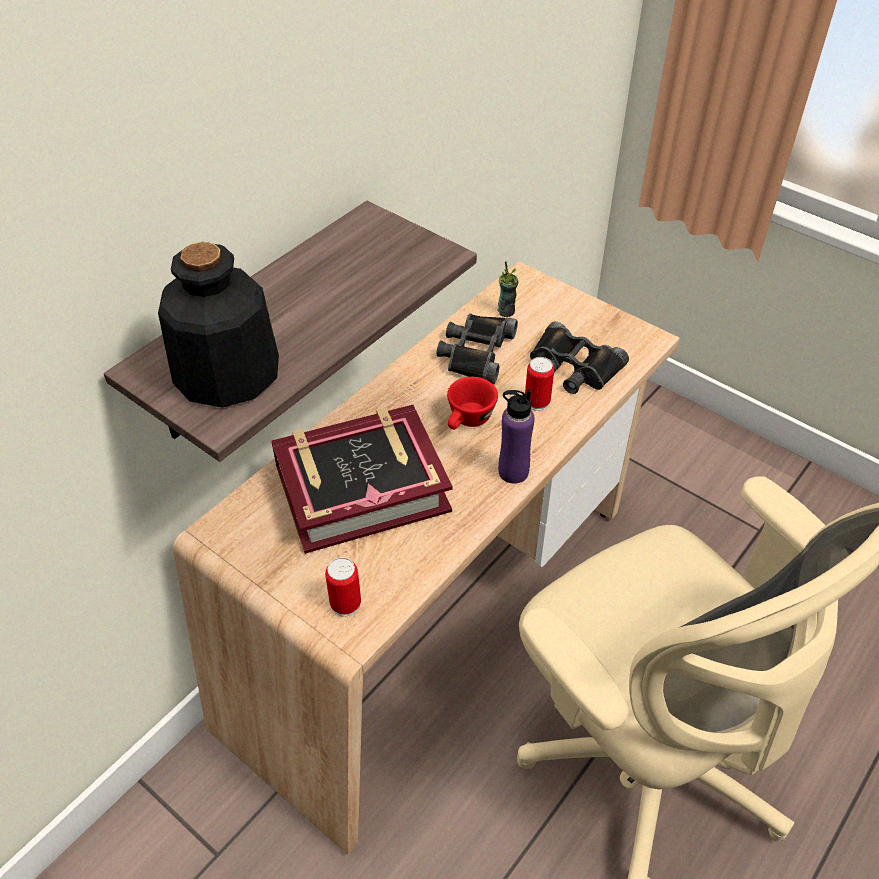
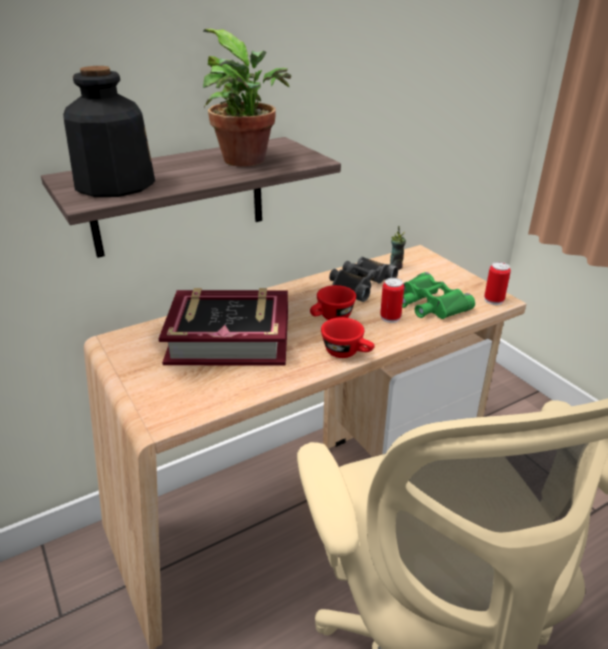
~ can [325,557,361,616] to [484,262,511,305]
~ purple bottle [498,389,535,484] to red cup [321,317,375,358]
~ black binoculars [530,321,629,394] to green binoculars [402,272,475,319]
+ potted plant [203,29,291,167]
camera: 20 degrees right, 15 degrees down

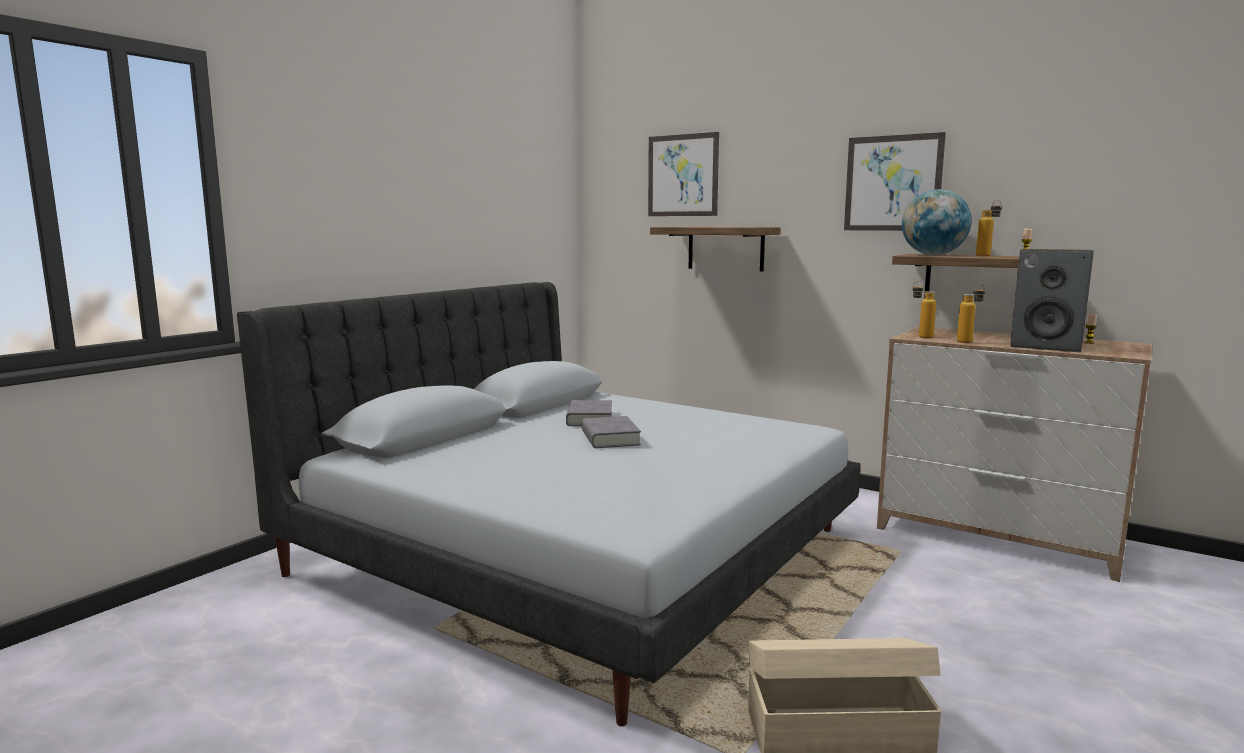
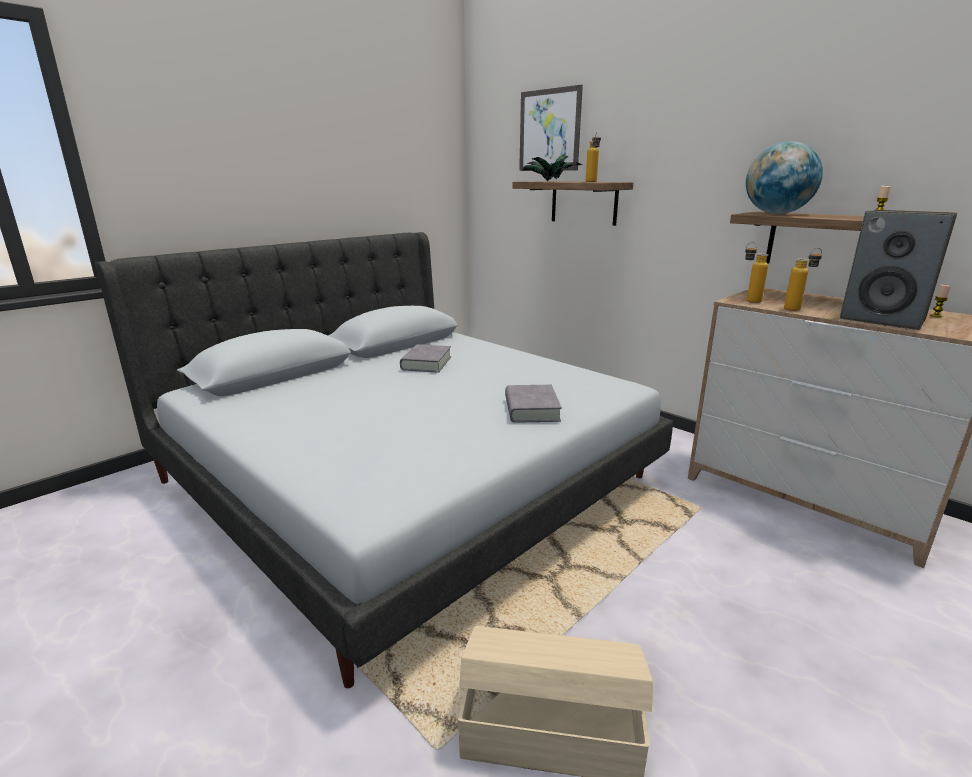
~ grey book [582,416,641,448] to [505,385,562,423]
- picture [844,132,946,231]
~ bottle [976,200,1002,256] to [586,132,601,182]
+ potted plant [522,155,582,181]
camera: 10 degrees right, 10 degrees up

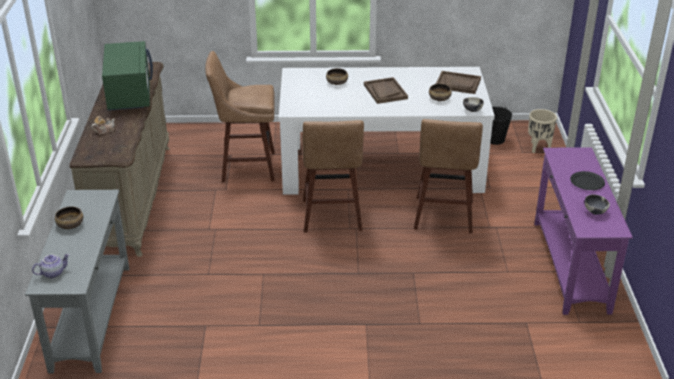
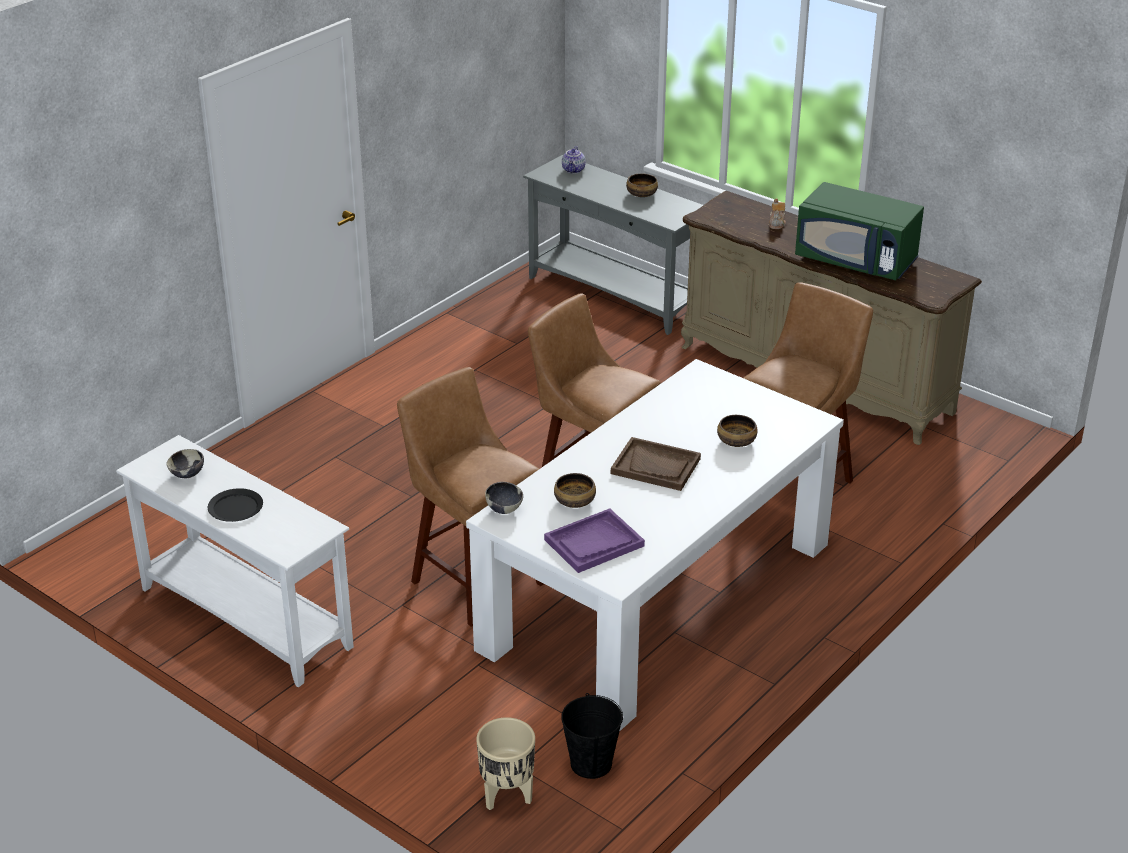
~ brown tray [436,71,481,94] to purple tray [544,508,645,573]
~ purple console table [534,147,633,315] to white console table [116,435,354,687]
camera: 130 degrees right, 0 degrees up

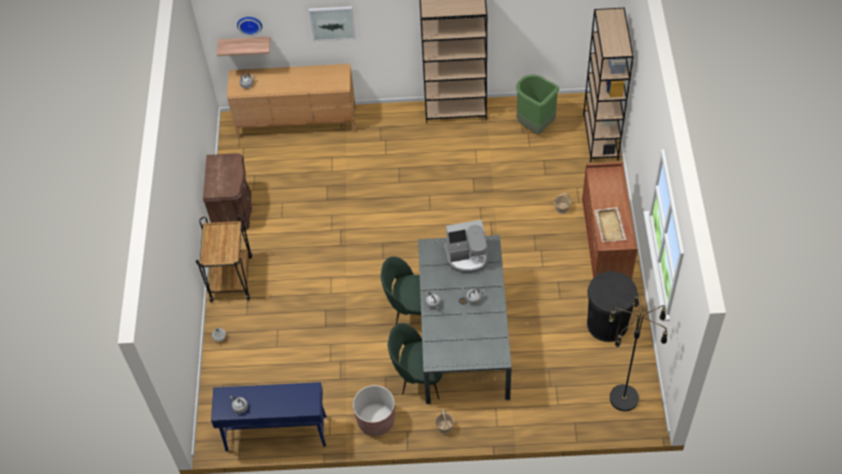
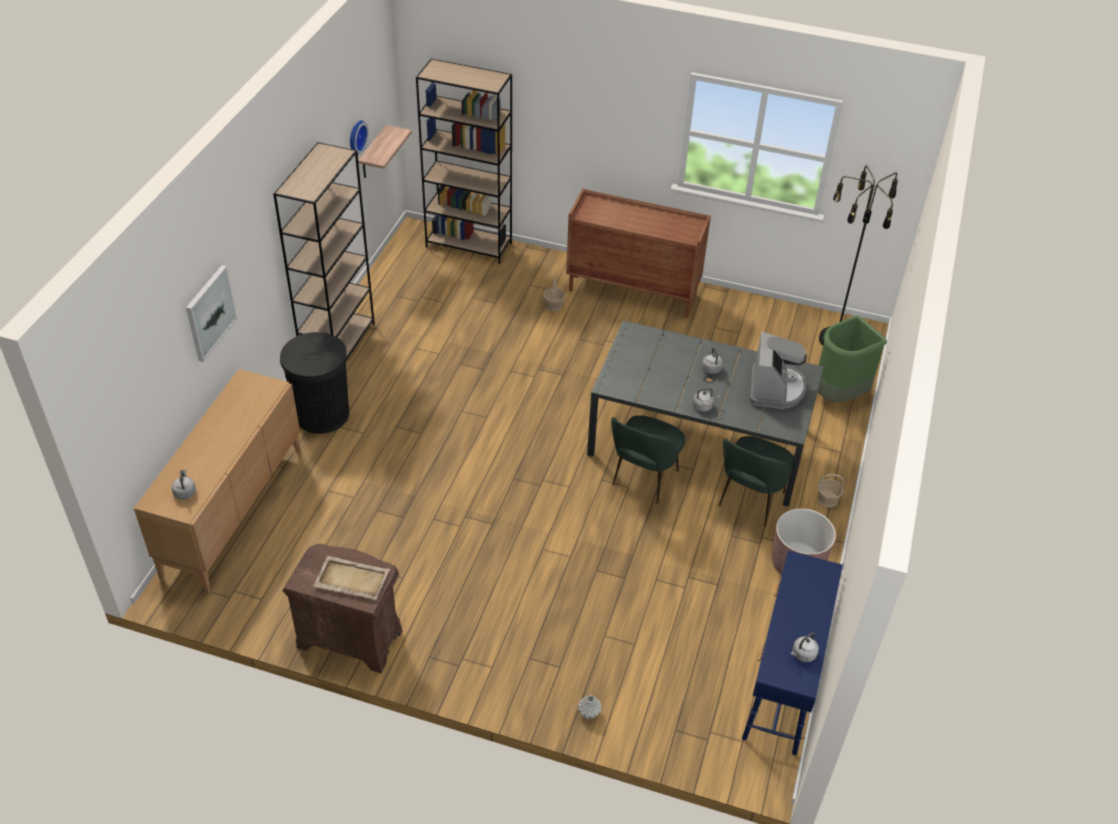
- brown cart [196,215,252,302]
~ shelf [217,37,270,56] to [358,125,412,178]
~ wall clock [237,17,262,36] to [350,120,369,154]
~ coffee machine [444,220,488,273] to [750,332,807,409]
~ green trash can [516,75,559,134] to [818,316,887,402]
~ black trash can [587,271,637,342] to [280,332,350,434]
~ beige tray [594,207,627,242] to [313,556,390,600]
camera: 75 degrees left, 10 degrees down

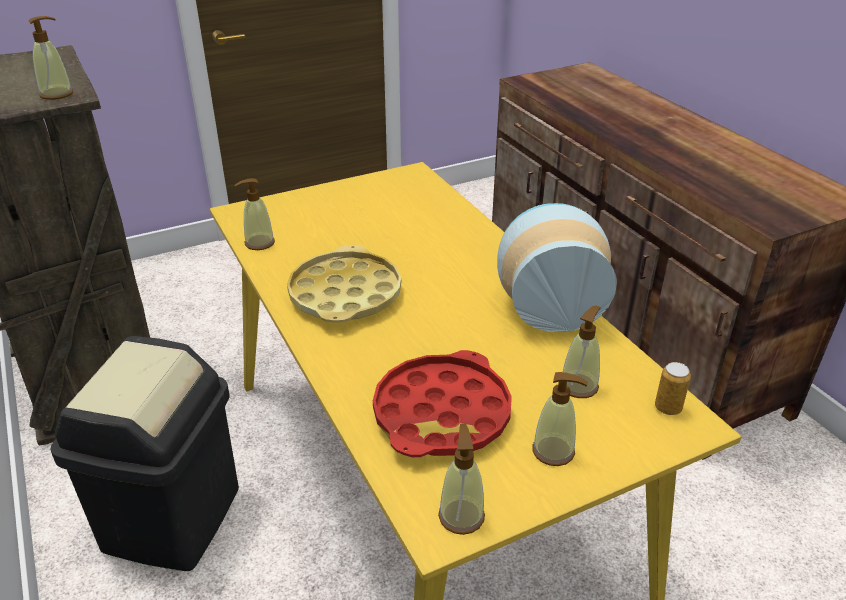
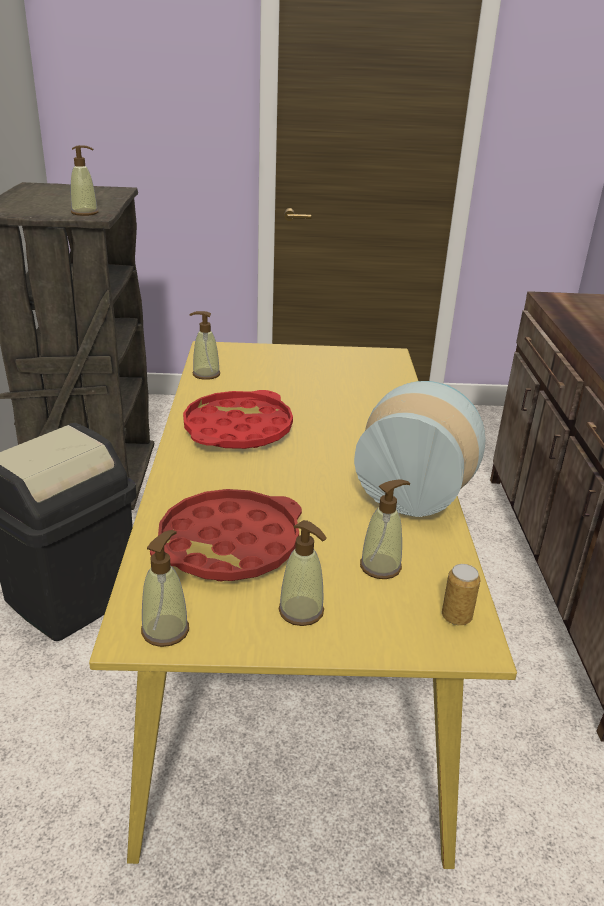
~ yellow tray [287,245,401,323] to red tray [183,390,293,449]
camera: 25 degrees right, 5 degrees down

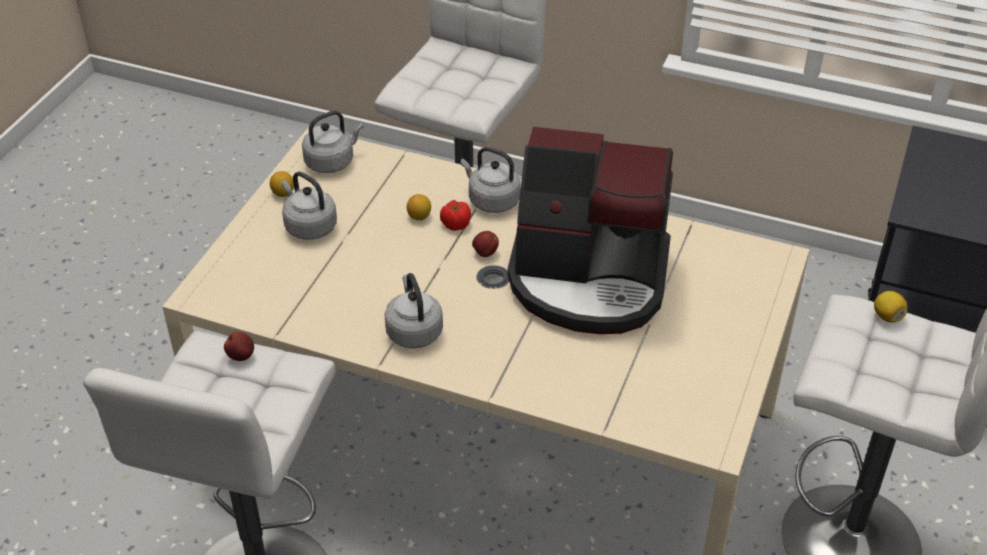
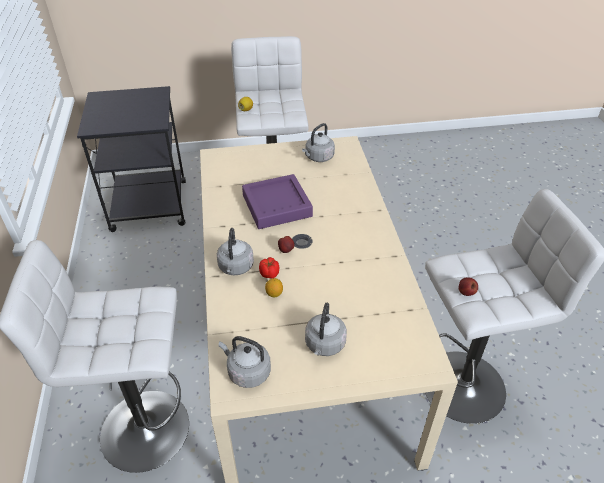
- lemon [270,171,294,197]
~ grey kettle [384,273,443,348] to [302,123,335,162]
~ coffee machine [508,127,673,334] to purple tray [242,174,313,229]
camera: 120 degrees left, 0 degrees up

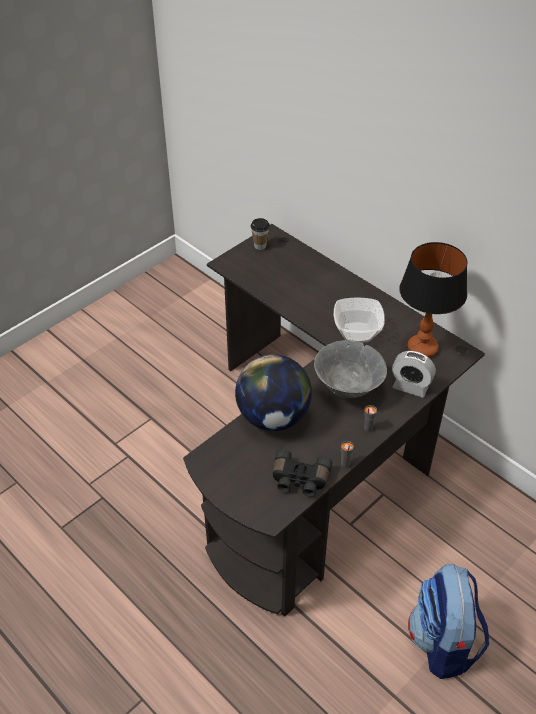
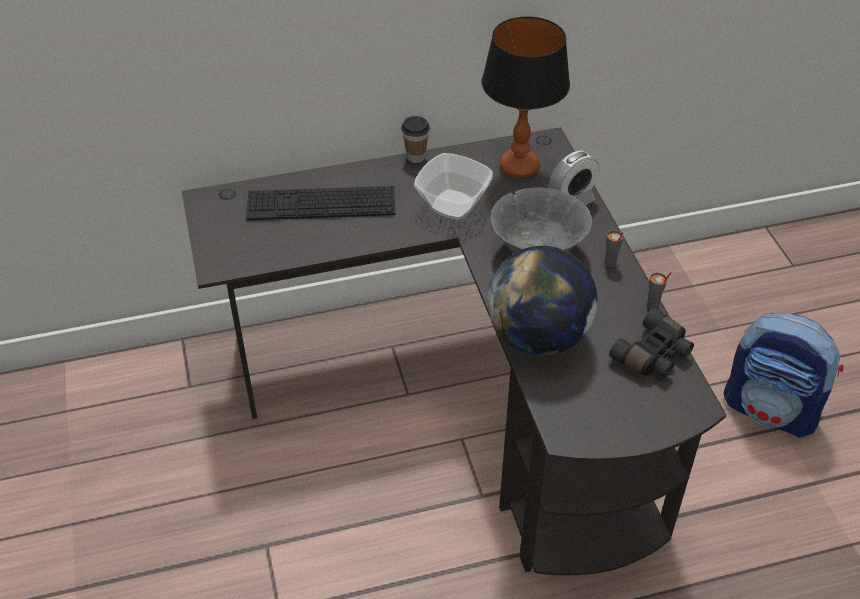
~ cup [251,218,270,250] to [401,116,430,163]
+ keyboard [246,186,395,220]
camera: 60 degrees left, 0 degrees up

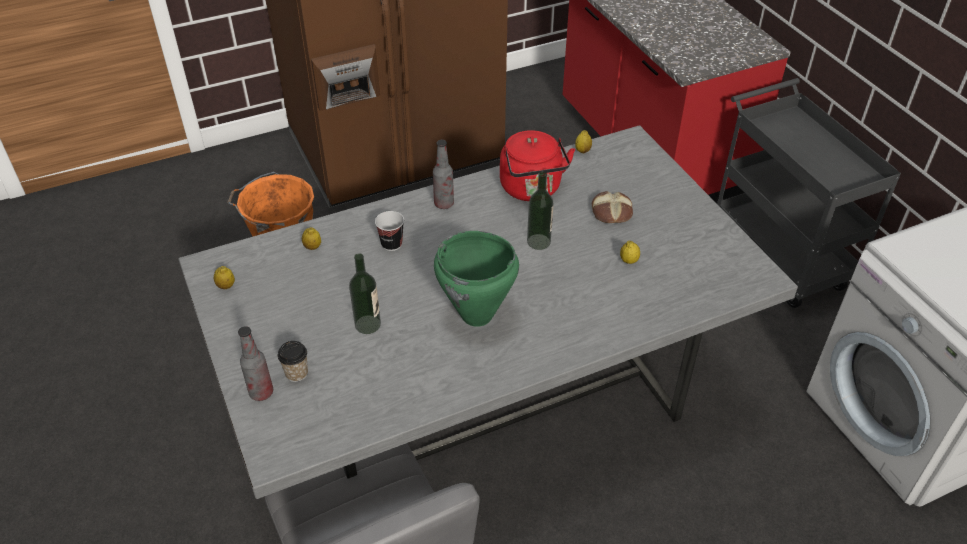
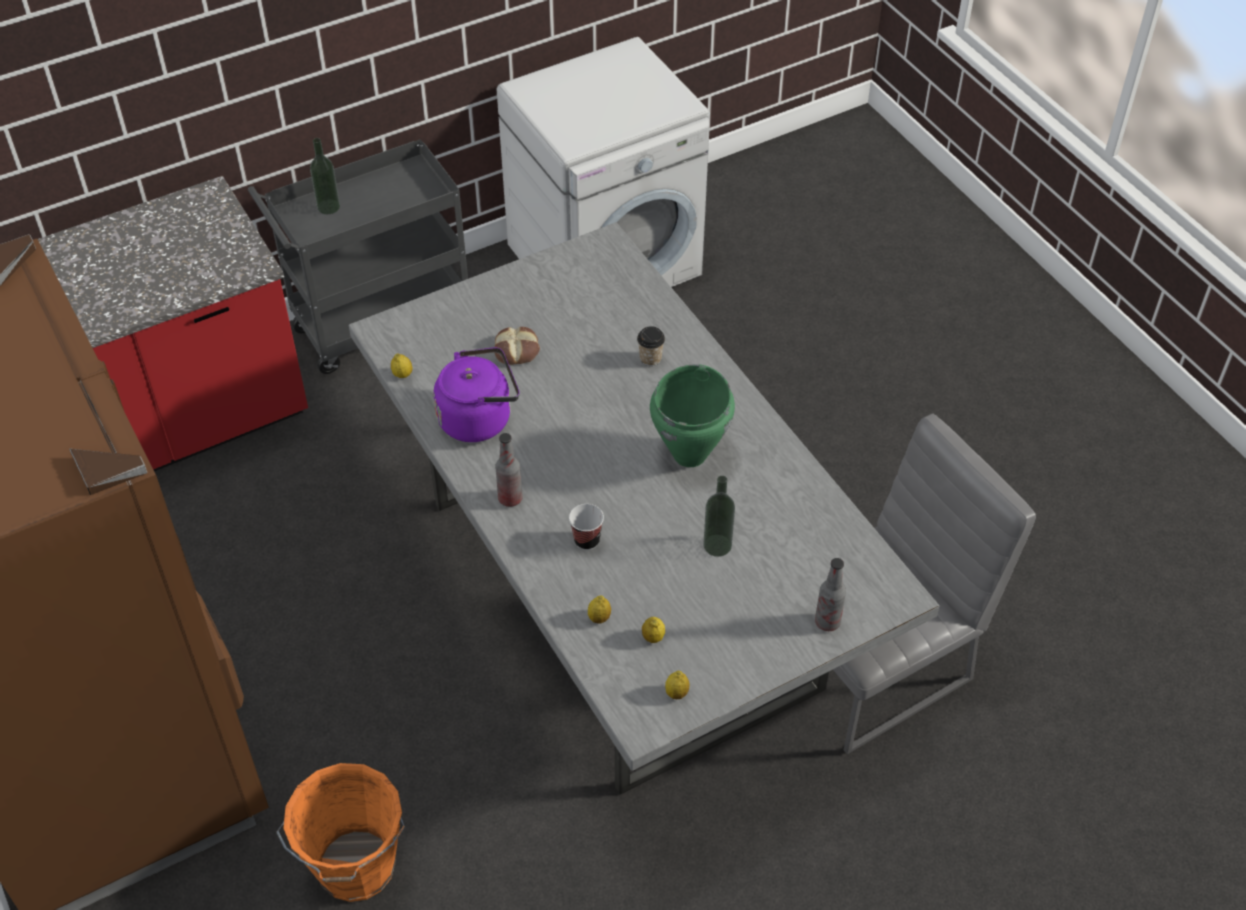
~ cup [278,341,308,382] to [637,326,665,366]
~ red kettle [500,130,575,201] to purple kettle [434,347,520,442]
~ bottle [527,172,554,250] to [310,138,340,214]
~ lemon [620,240,640,264] to [642,617,665,643]
camera: 95 degrees left, 5 degrees up

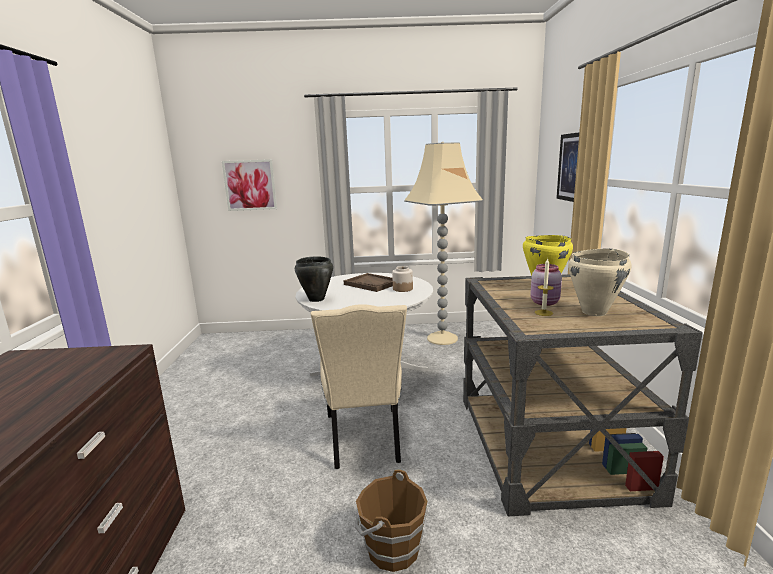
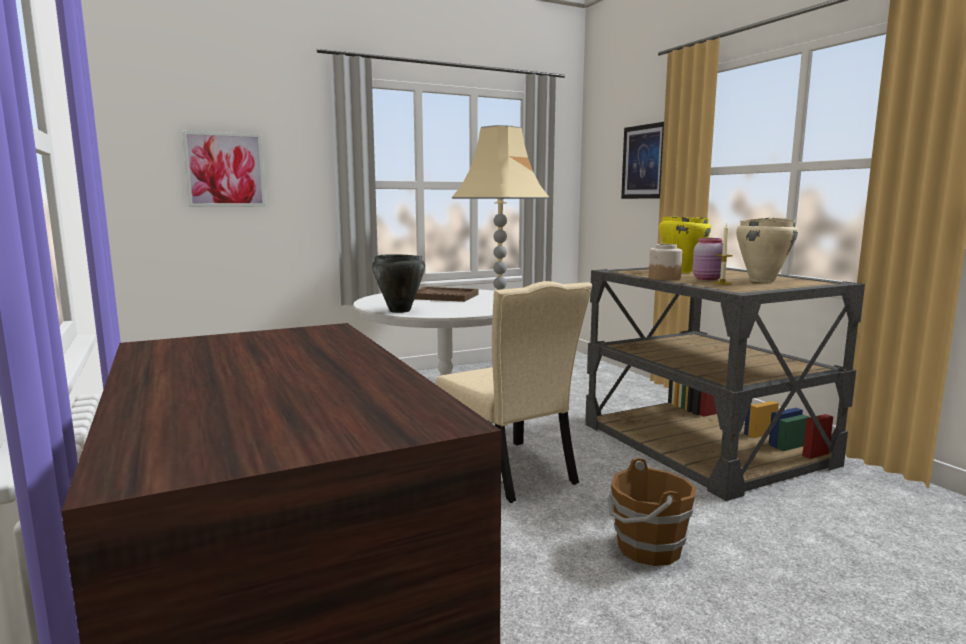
~ jar [392,266,413,292] to [649,244,682,281]
camera: 25 degrees left, 5 degrees down

